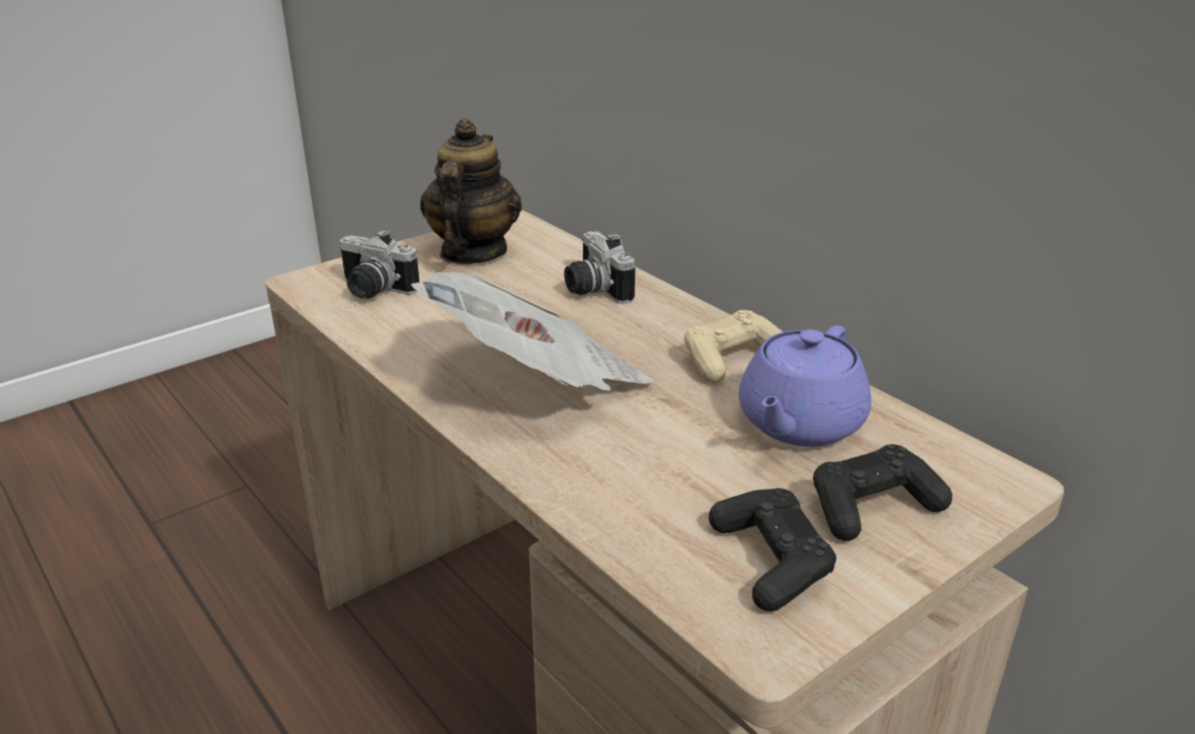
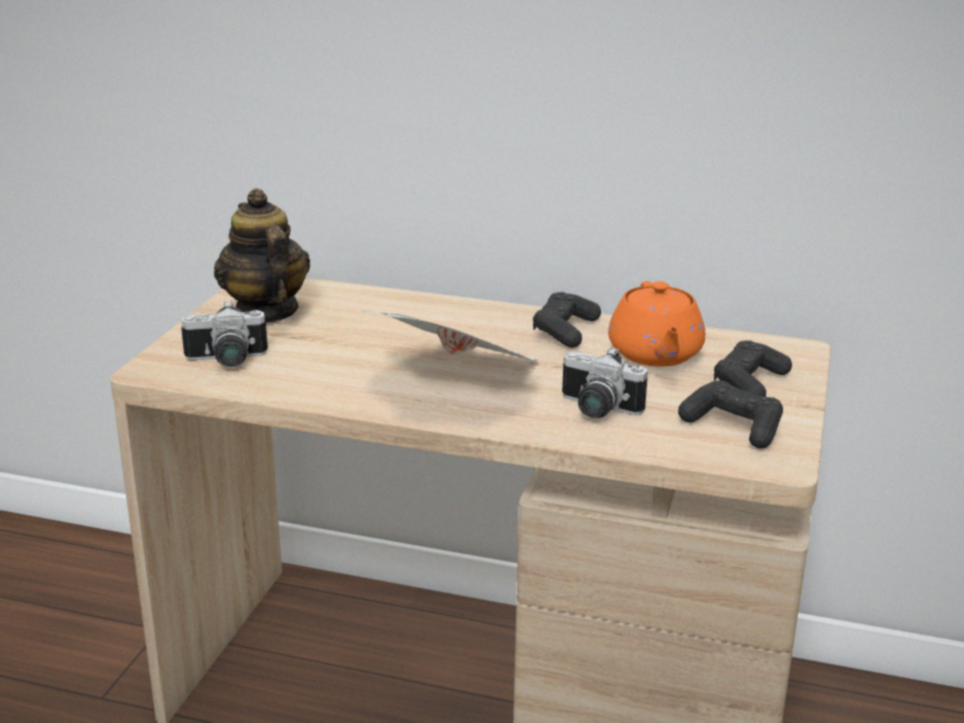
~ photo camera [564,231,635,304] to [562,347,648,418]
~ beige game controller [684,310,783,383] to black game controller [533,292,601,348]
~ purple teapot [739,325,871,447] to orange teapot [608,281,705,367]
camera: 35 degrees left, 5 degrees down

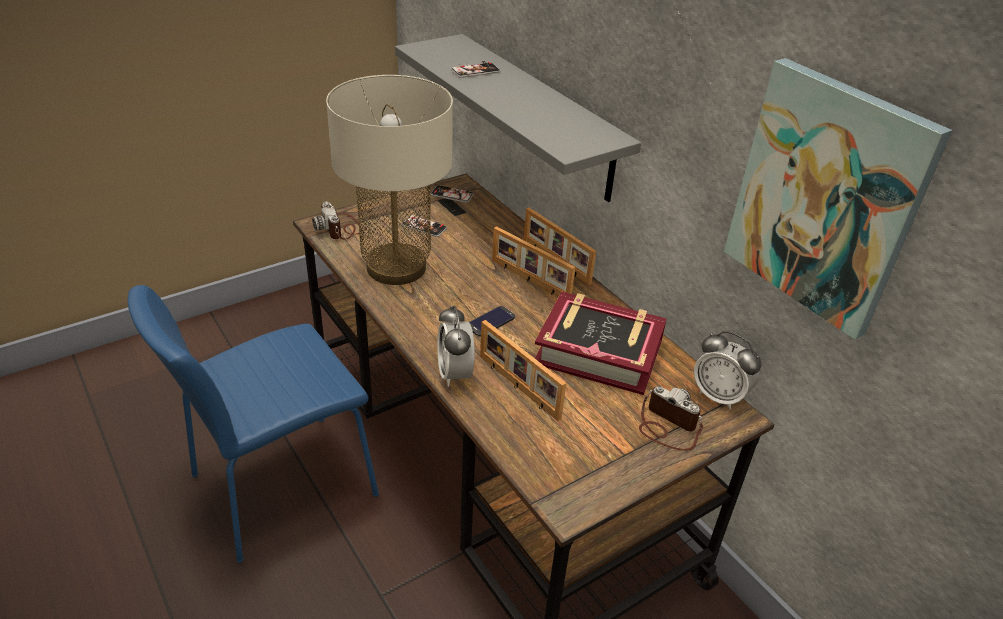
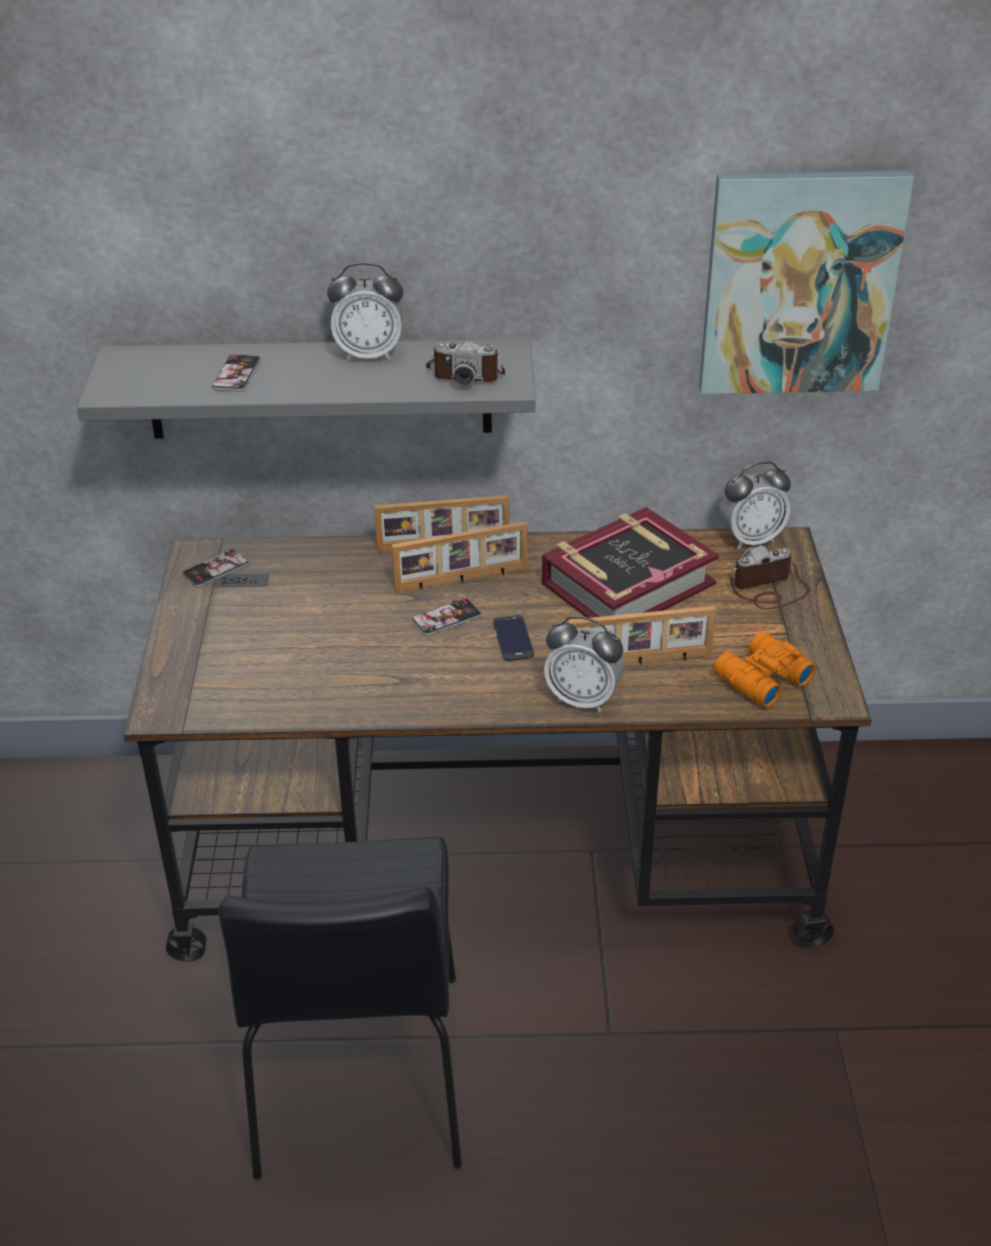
~ blue chair [128,285,379,563] to black chair [219,836,462,1180]
~ photo camera [312,201,362,240] to [426,341,505,385]
- table lamp [326,75,453,285]
~ phone [402,214,447,237] to [412,598,482,636]
+ alarm clock [327,263,403,361]
+ orange binoculars [714,632,816,708]
camera: 55 degrees left, 0 degrees up

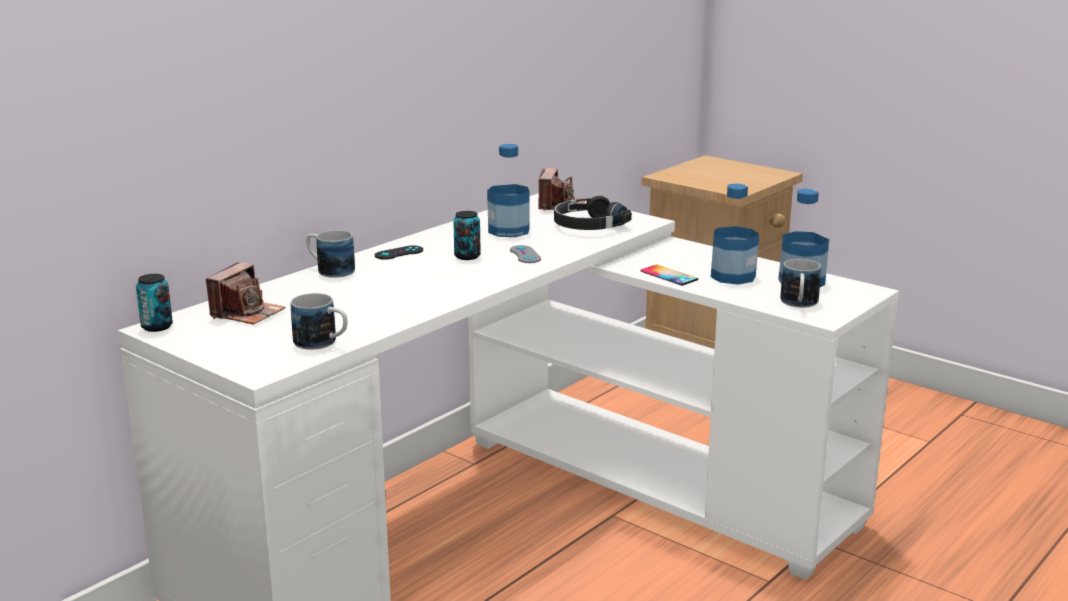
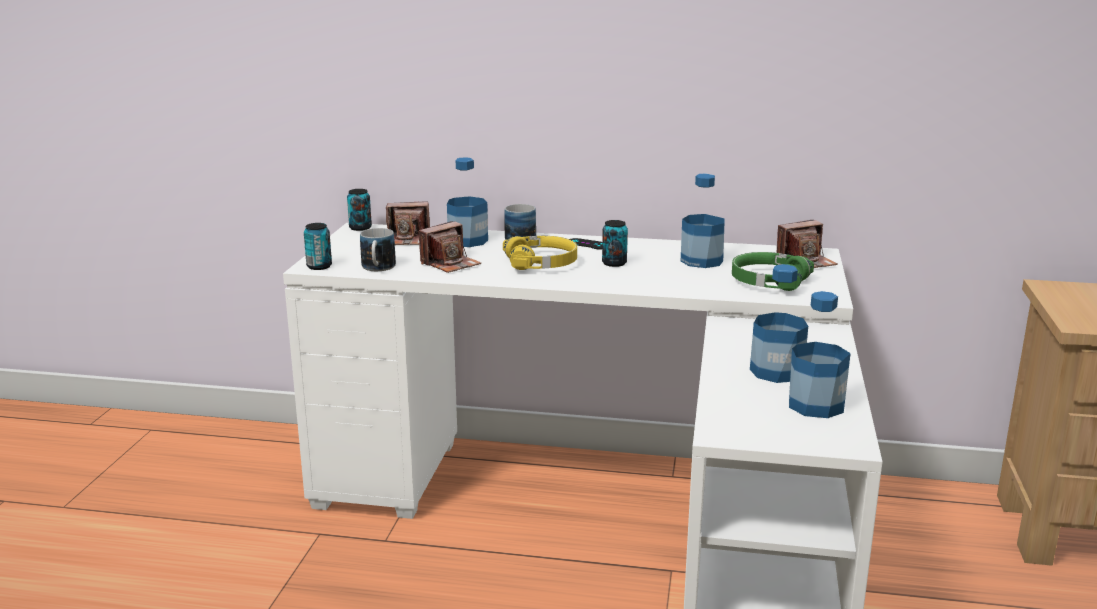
- grey game controller [510,245,541,263]
~ black headphones [554,196,632,230] to green headphones [732,252,814,291]
- phone [640,264,698,286]
- mug [780,259,821,307]
+ can [304,223,332,270]
+ photo camera [419,221,481,273]
+ bottle [447,157,488,247]
+ yellow headphones [503,236,577,270]
camera: 60 degrees right, 0 degrees up

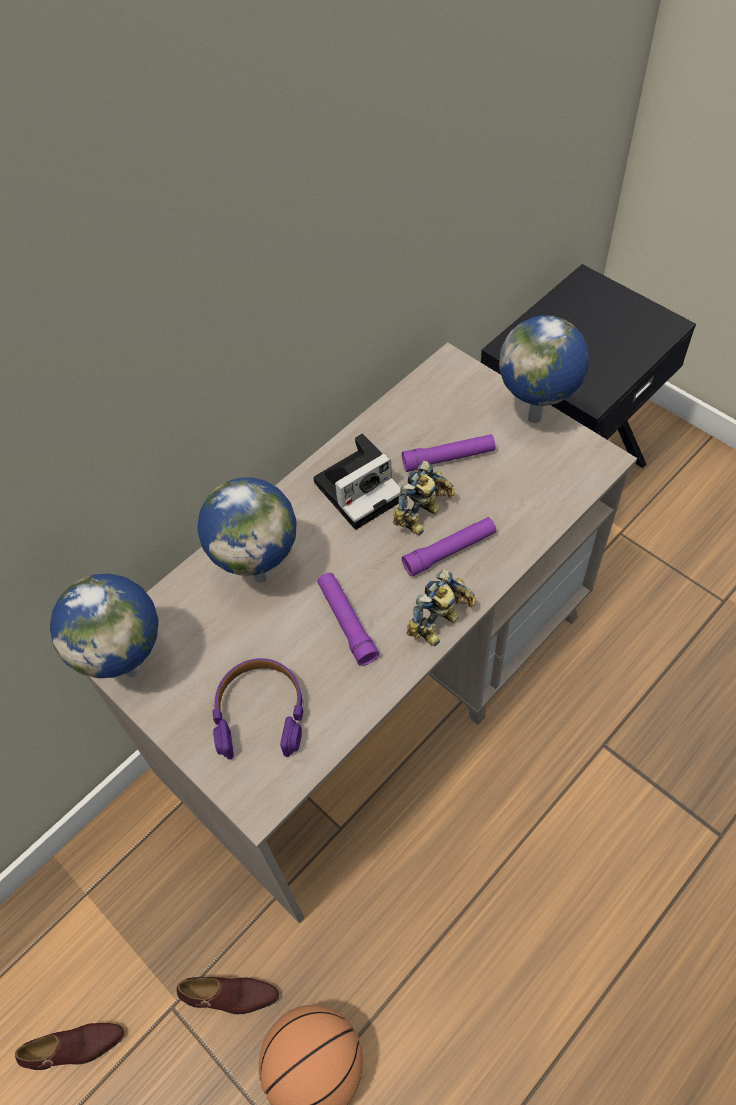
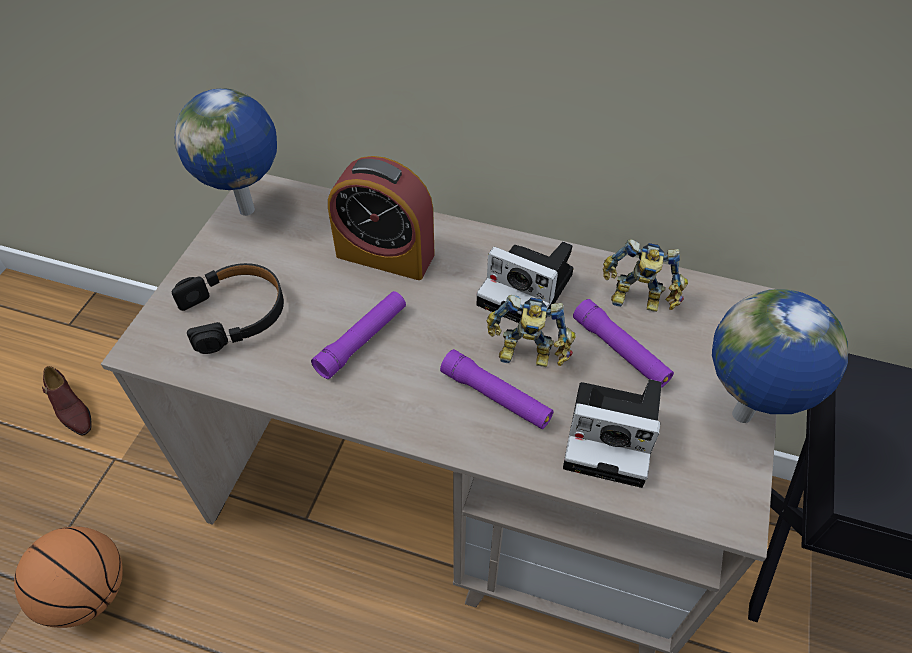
- brown shoe [177,977,279,1014]
~ globe [197,477,297,583] to alarm clock [328,156,435,280]
~ purple headphones [212,658,304,760] to black headphones [172,263,284,354]
~ toy robot [406,569,476,646] to [603,239,688,312]
+ photo camera [563,379,662,488]
camera: 60 degrees right, 5 degrees down

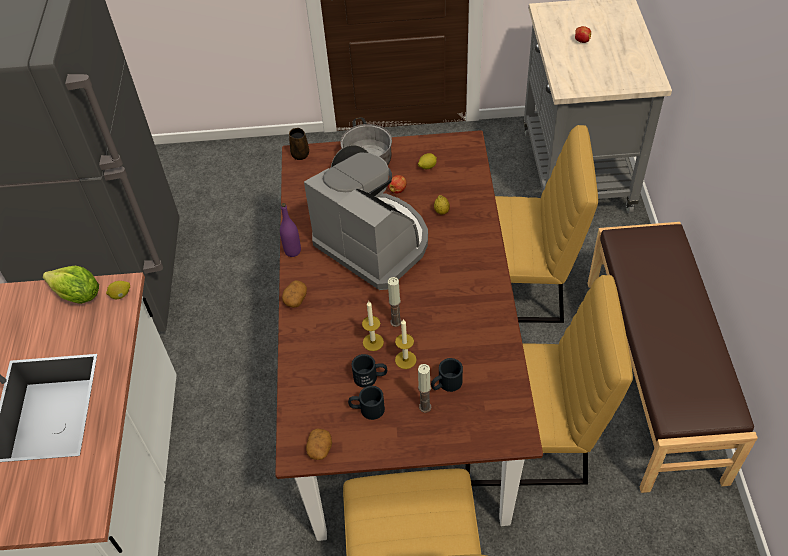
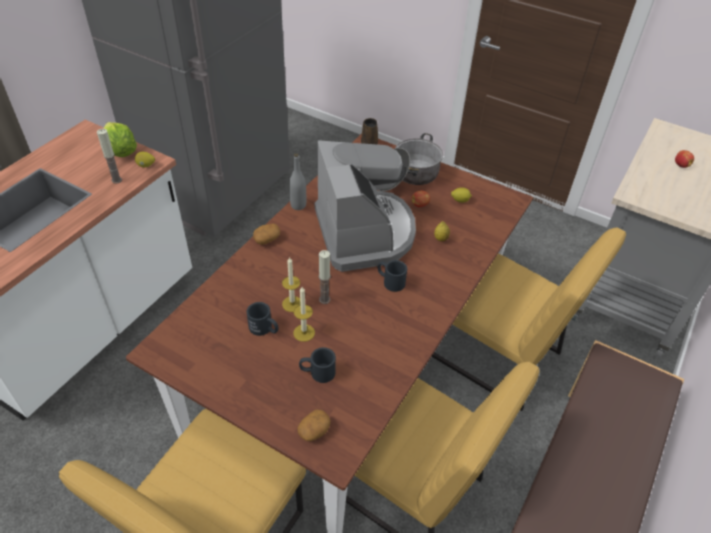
~ purple bottle [280,203,301,257] to grey bottle [289,153,306,210]
~ potato [306,428,332,460] to [298,409,331,441]
~ black mug [348,386,385,420] to [378,260,407,292]
~ candle [418,364,431,413] to [97,129,122,184]
camera: 30 degrees right, 5 degrees down

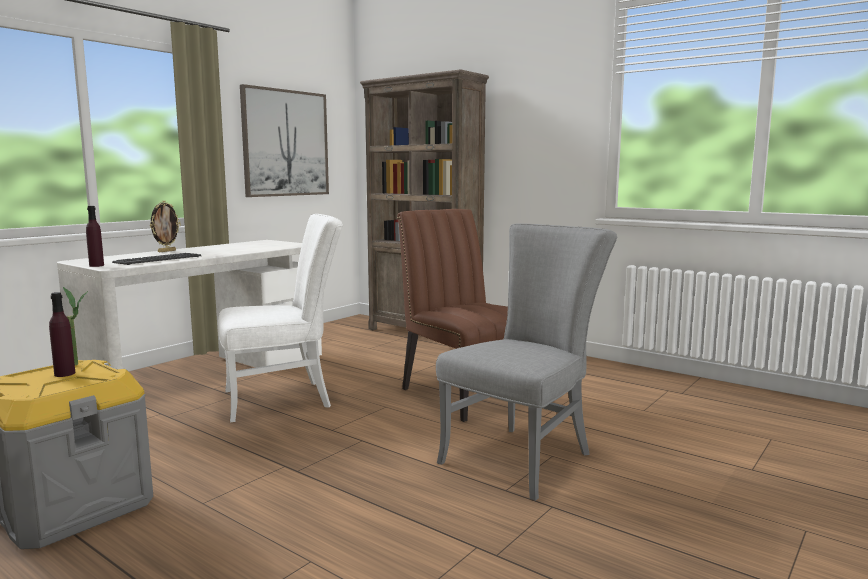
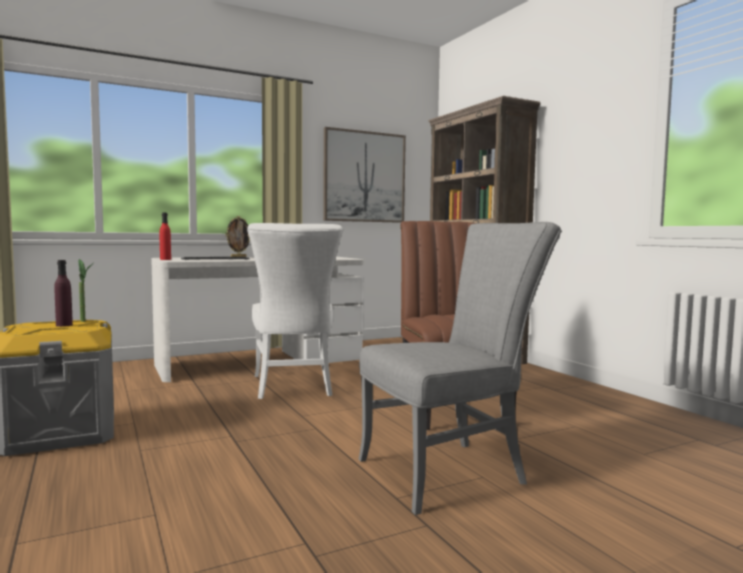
~ purple bottle [86,206,104,267] to red bottle [160,213,171,260]
~ white chair [218,214,343,422] = [247,223,343,399] 75 degrees clockwise
camera: 25 degrees right, 5 degrees down

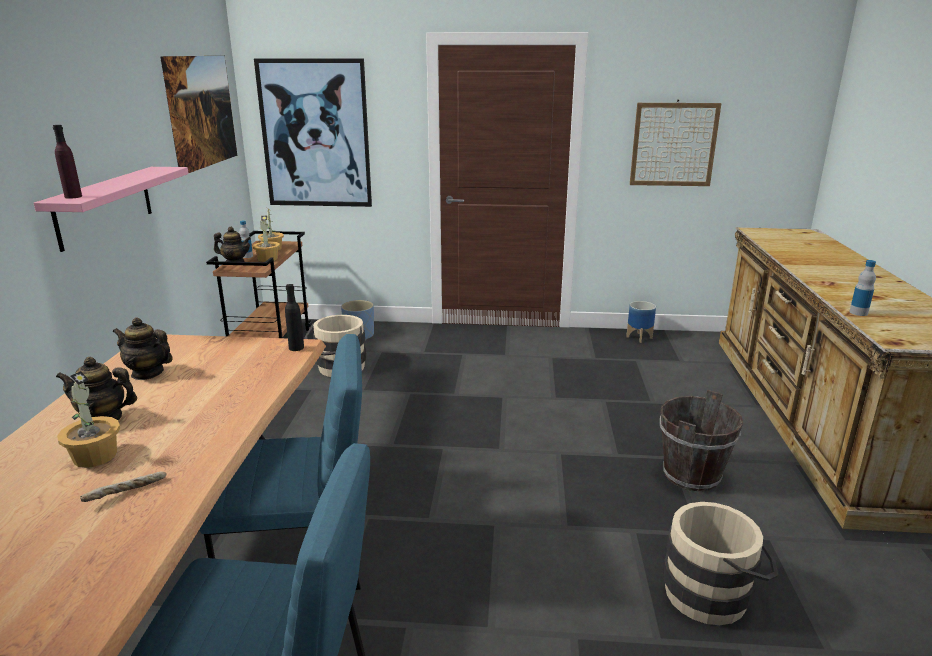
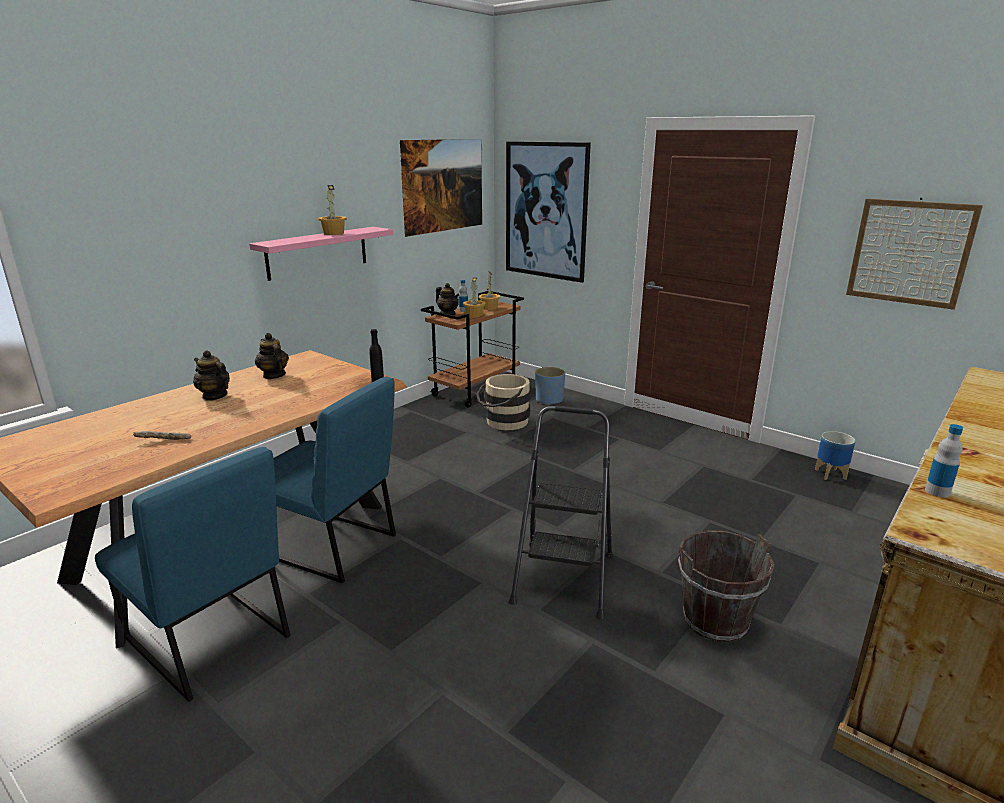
- purple bottle [53,125,82,199]
~ potted plant [57,371,120,468] to [318,185,347,235]
- beige bucket [663,501,778,625]
+ black step ladder [508,406,614,619]
camera: 35 degrees right, 0 degrees up

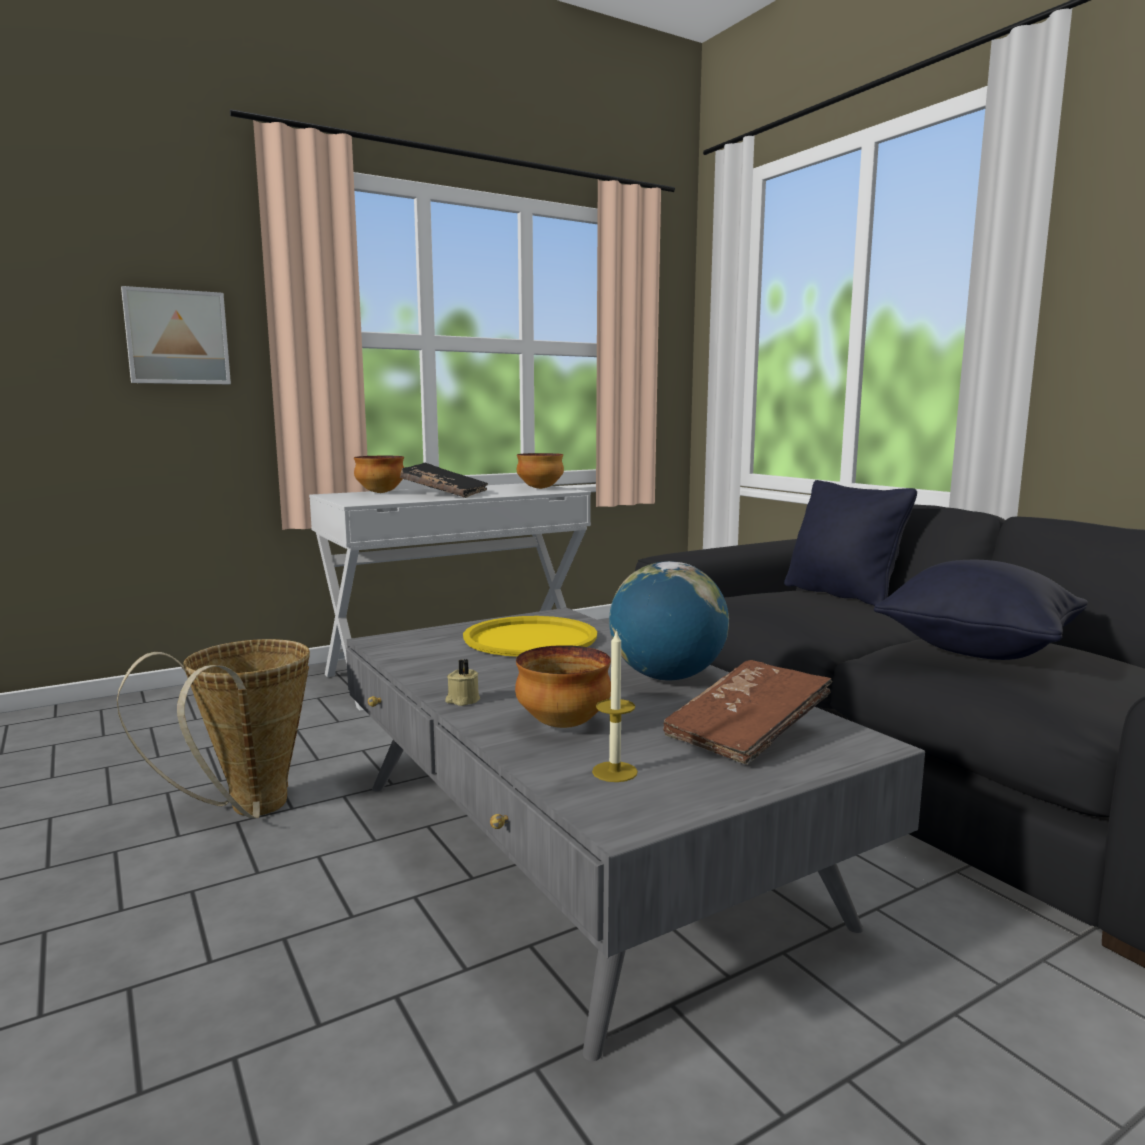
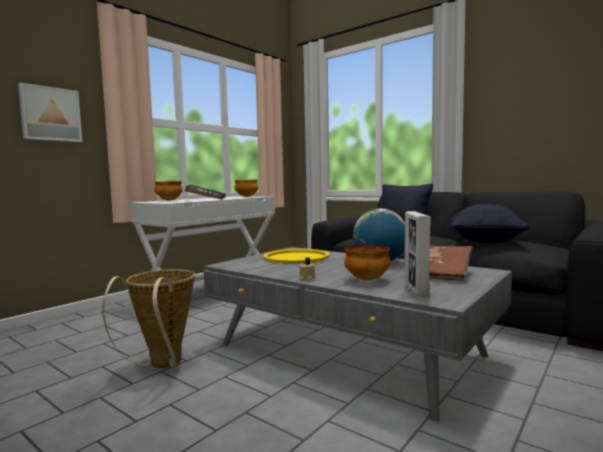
~ candle [592,629,638,782] to picture frame [405,211,431,297]
camera: 20 degrees left, 5 degrees down

